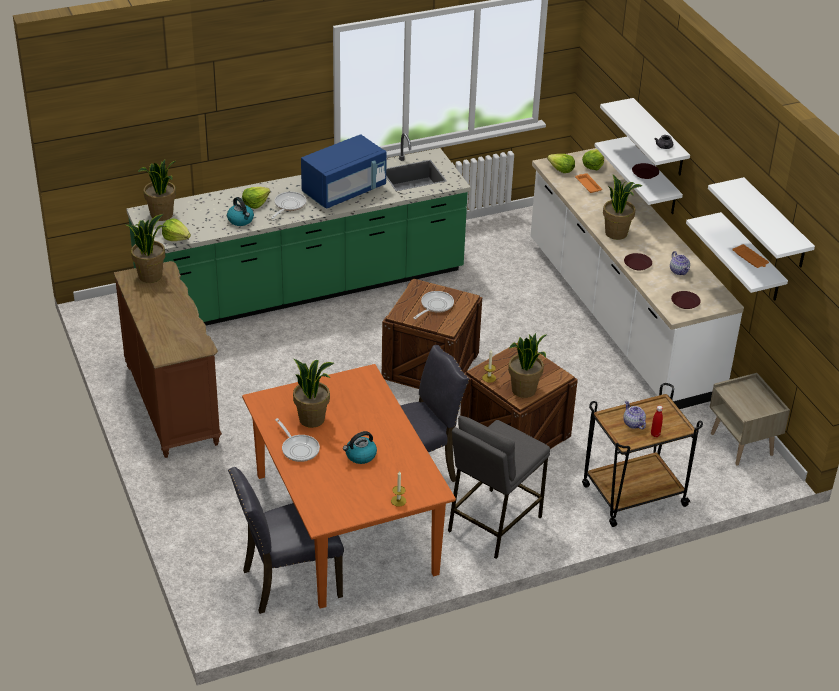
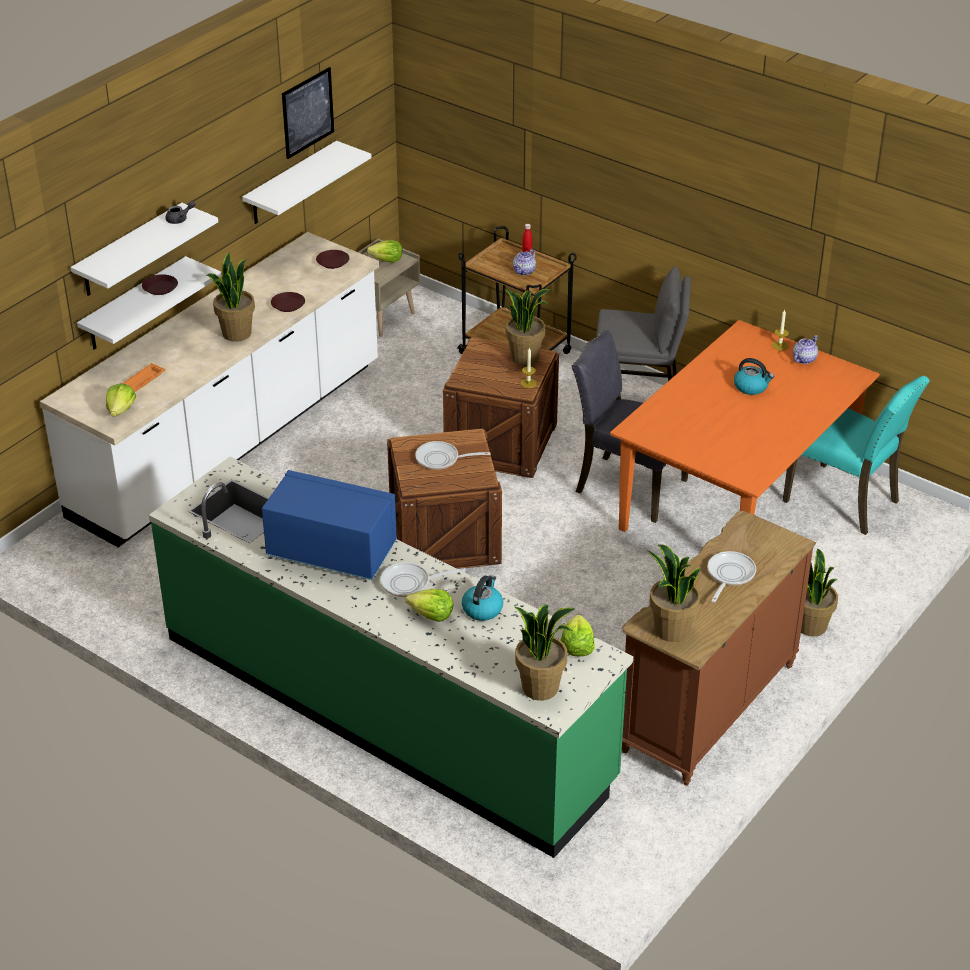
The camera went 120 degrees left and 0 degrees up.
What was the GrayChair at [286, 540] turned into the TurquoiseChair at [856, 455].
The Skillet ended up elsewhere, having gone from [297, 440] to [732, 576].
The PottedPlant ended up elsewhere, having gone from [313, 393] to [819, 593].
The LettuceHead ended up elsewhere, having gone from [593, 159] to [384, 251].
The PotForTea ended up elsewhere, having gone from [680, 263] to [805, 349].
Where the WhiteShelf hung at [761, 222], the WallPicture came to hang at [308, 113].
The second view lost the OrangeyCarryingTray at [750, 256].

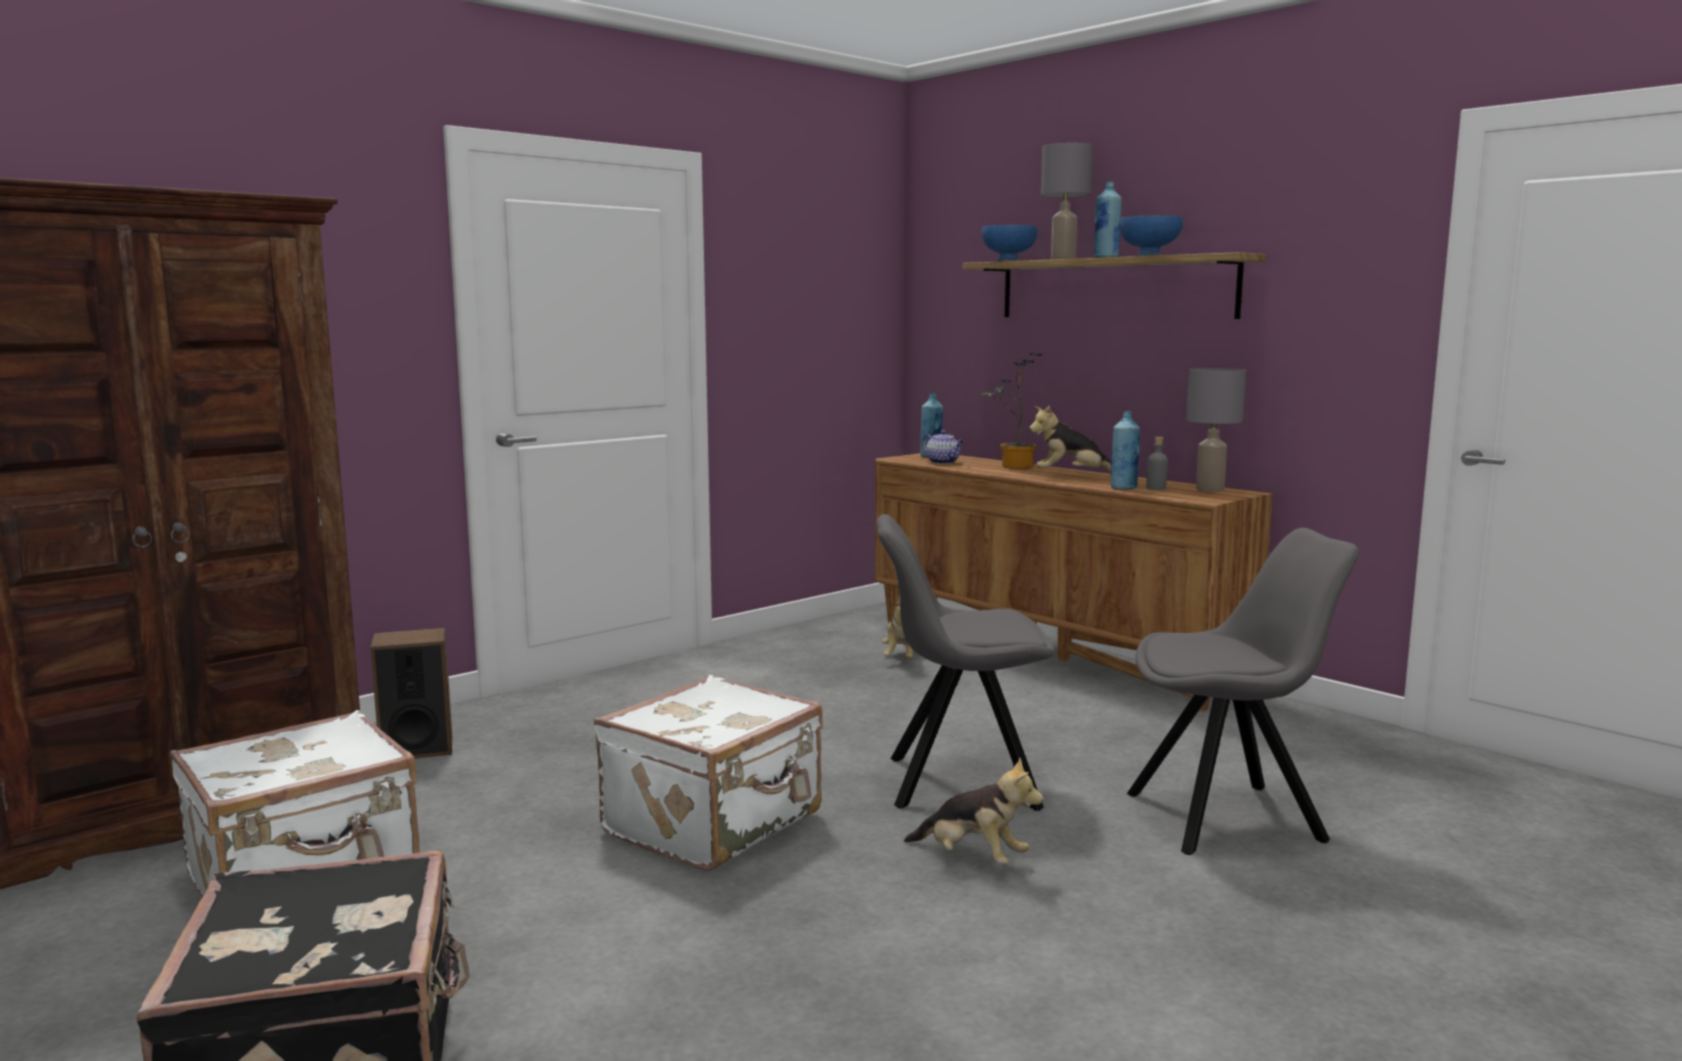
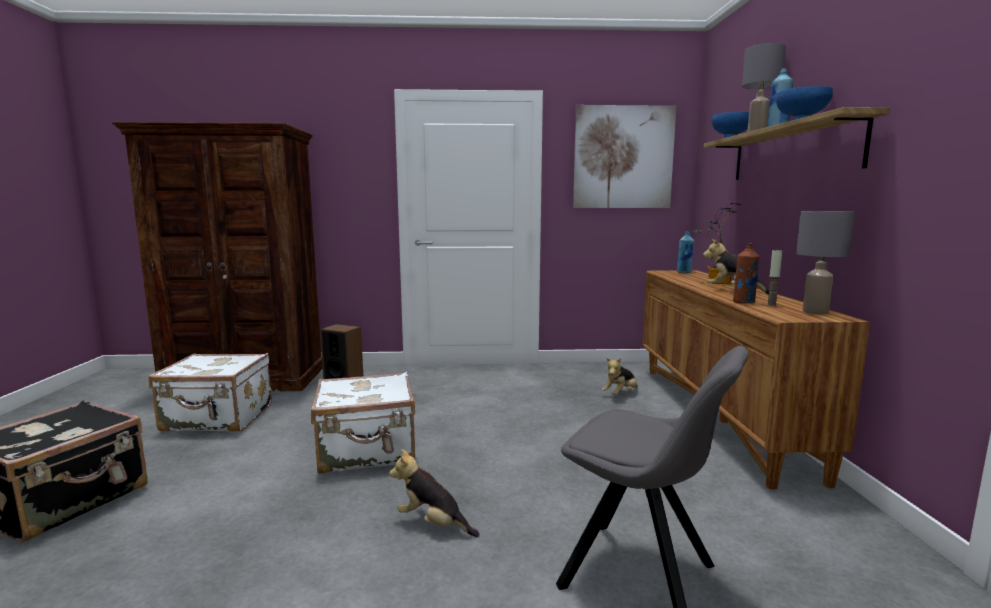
The camera went 40 degrees right and 0 degrees up.
The second view lost the GrayChair at [966, 662].
The SoftToy at [973, 810] ended up facing another way, 135 degrees clockwise from before.
The second view lost the PotForTea at [943, 447].
What was the BlueBeverageBottle at [1125, 450] turned into the BrownishBeverageBottle at [746, 273].
Where the GrayBeverageBottle stood at [1157, 463], the WaxLight came to stand at [774, 278].
The second view gained the WallPicture at [624, 156].

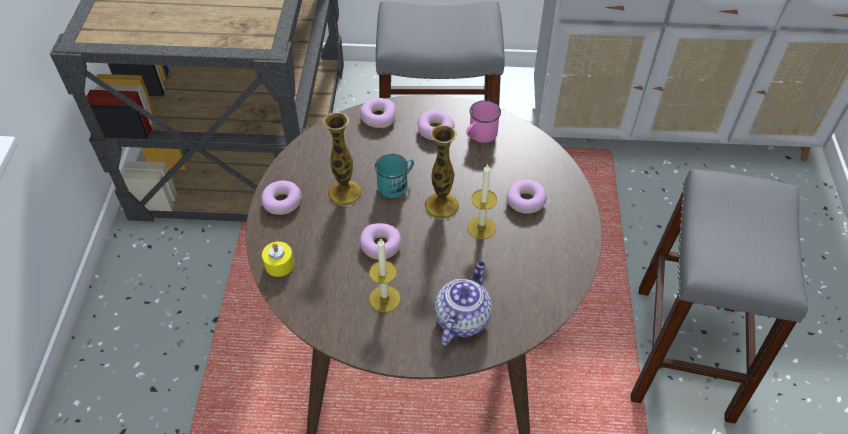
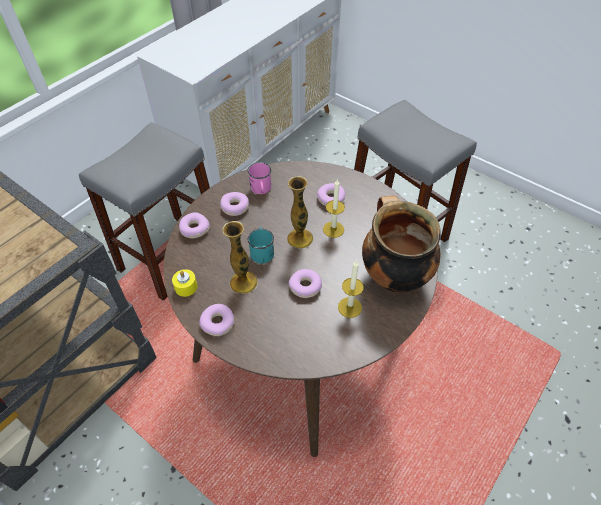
The camera went 55 degrees left and 0 degrees up.
The YellowWaxLight ended up elsewhere, having gone from [278, 259] to [185, 283].
Where the PotForTea stood at [463, 303], the Stockpot came to stand at [401, 244].

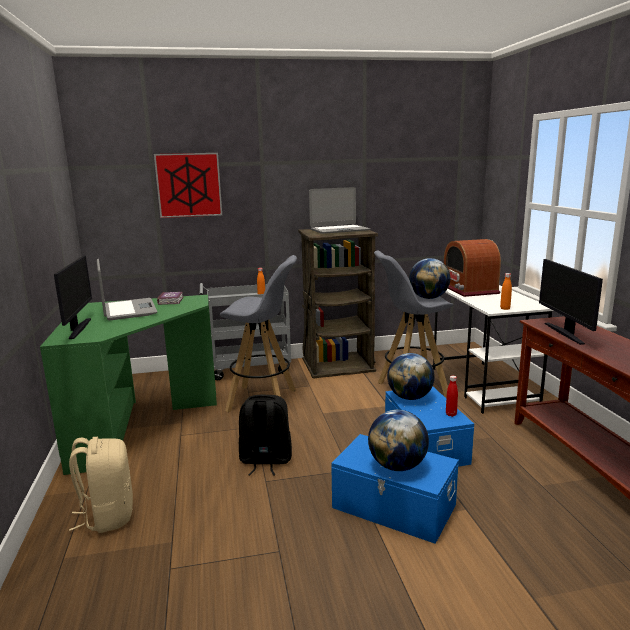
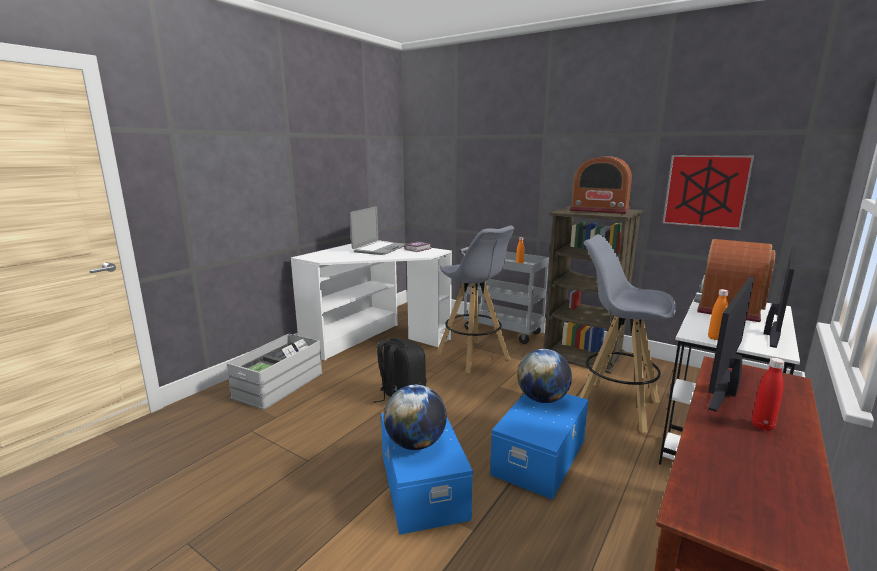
The camera went 45 degrees right and 0 degrees up.
What was the GreenishDeskUnit at [128, 385] turned into the WhiteDeskUnit at [371, 300].
The ComputerScreen ended up elsewhere, having gone from [73, 297] to [779, 297].
Where the SandColouredKnapsack stood at [101, 485], the GrayStorageBin came to stand at [274, 371].
The WallPicture ended up elsewhere, having gone from [188, 185] to [708, 192].
Where the NotebookComputer stood at [340, 210], the Radio came to stand at [601, 185].
The second view lost the WorldGlobe at [429, 278].
The ReddishBeverageBottle ended up elsewhere, having gone from [452, 396] to [768, 394].

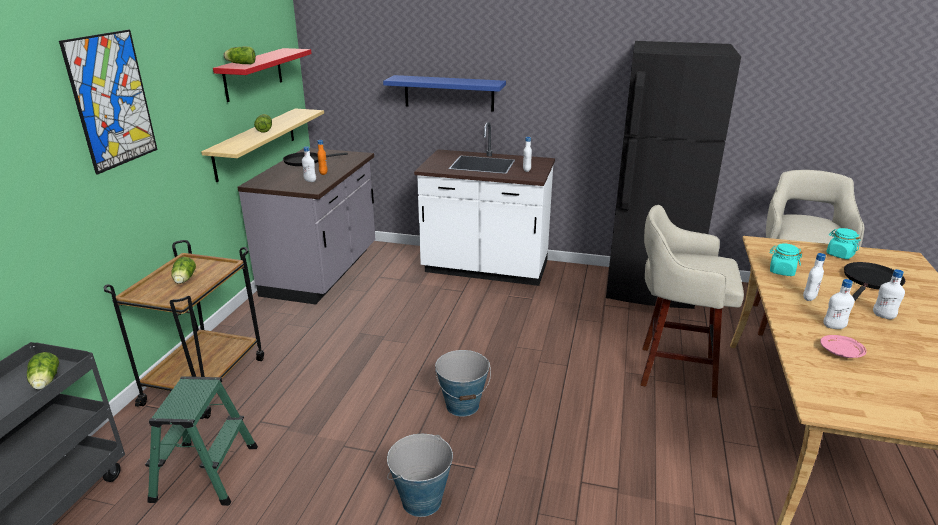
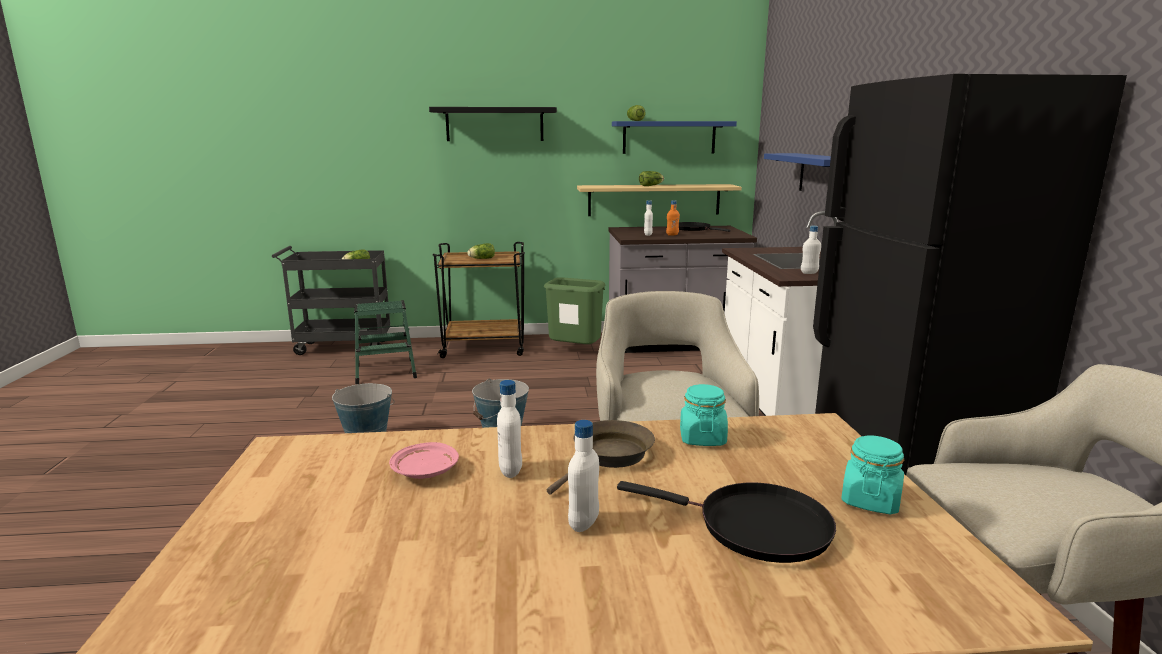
The camera went 70 degrees right and 10 degrees down.
Where the WallPicture hung at [108, 102], the BlackShelf came to hang at [493, 124].
What was the ReddishShelf at [262, 75] turned into the BlueShelf at [674, 137].
Where the WhiteBeverageBottle stood at [814, 277], the BrownishSkillet came to stand at [601, 457].
The second view gained the GreenishRubbishBin at [575, 310].

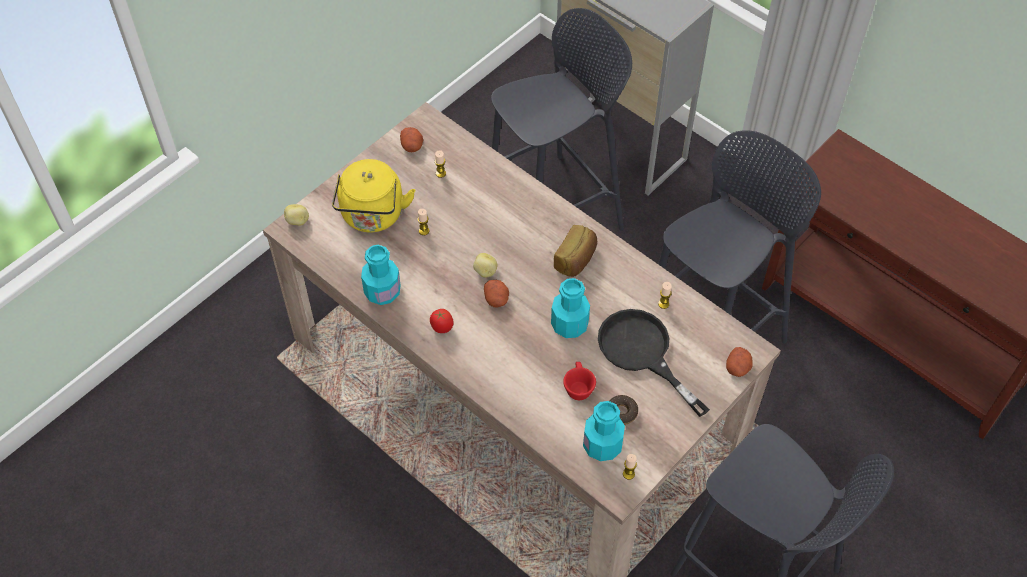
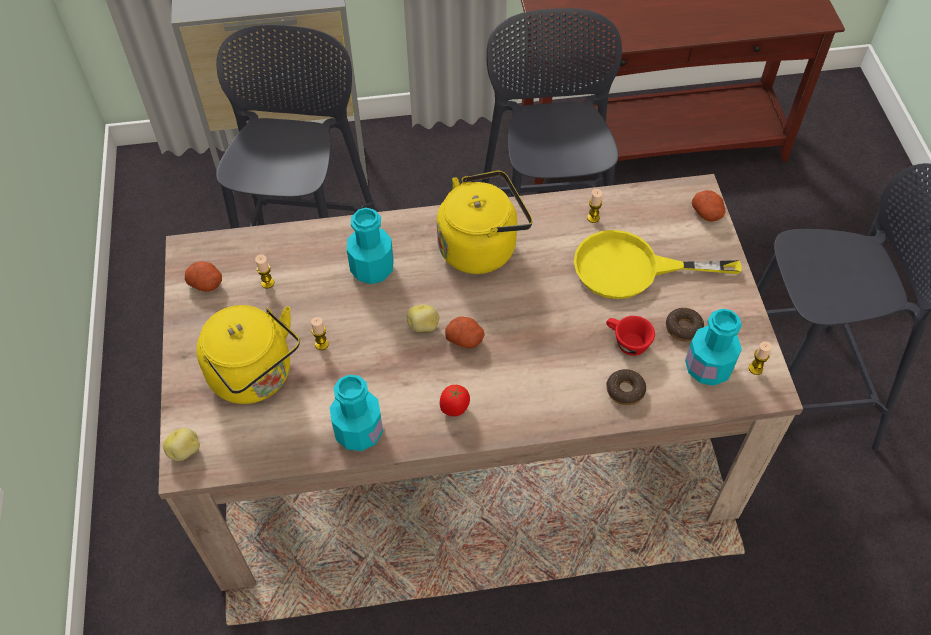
The camera went 50 degrees left and 0 degrees up.
The TurquoiseBeverageBottle ended up elsewhere, having gone from [570, 308] to [370, 246].
Where the Bread stood at [575, 251], the YellowKettle came to stand at [485, 222].
What was the BlackSkillet at [654, 363] turned into the YellowSkillet at [658, 264].
The second view gained the RingDoughnut at [626, 387].

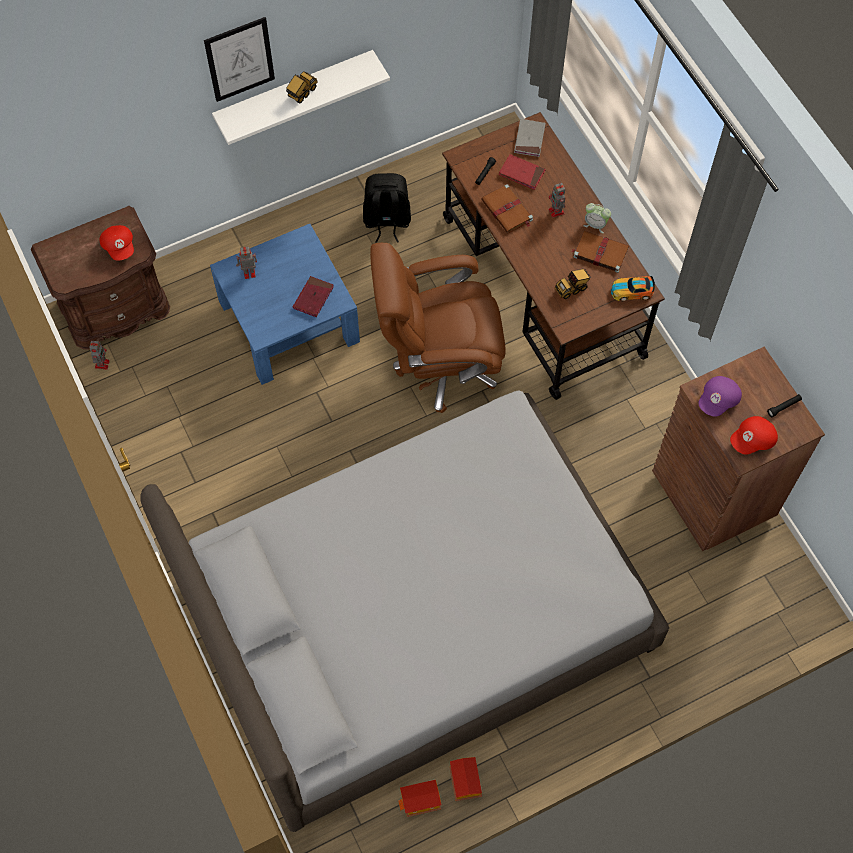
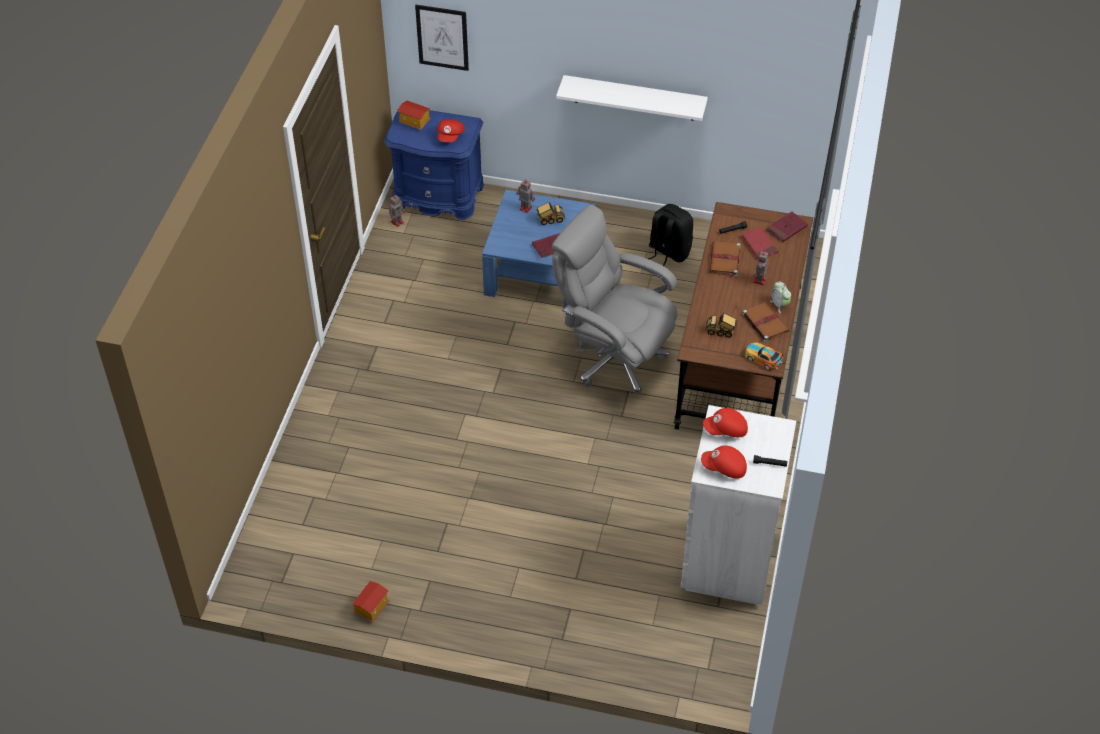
The camera went 40 degrees right and 15 degrees down.
What was the BrownishNightTable at [100, 278] turned into the BlueNightTable at [434, 164].
The second view lost the GrayBed at [405, 611].
The WallPicture ended up elsewhere, having gone from [239, 59] to [442, 38].
The ToyTruck ended up elsewhere, having gone from [301, 87] to [550, 213].
What was the BrownishDeskChair at [438, 328] turned into the GrayDeskChair at [614, 299].
The ToyHouse ended up elsewhere, having gone from [419, 798] to [414, 115].
What was the GrayBoundBook at [530, 138] turned into the ReddishBoundBook at [787, 226].
What was the BrownishDresser at [738, 449] turned into the WhiteDresser at [738, 505].
What was the PurpleCap at [720, 396] turned into the ReddishCap at [725, 422].

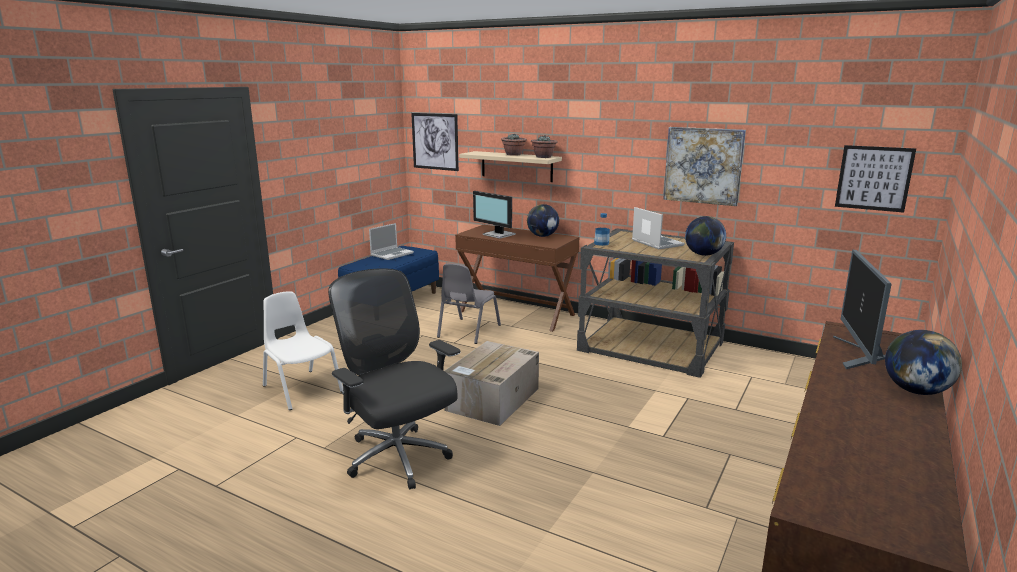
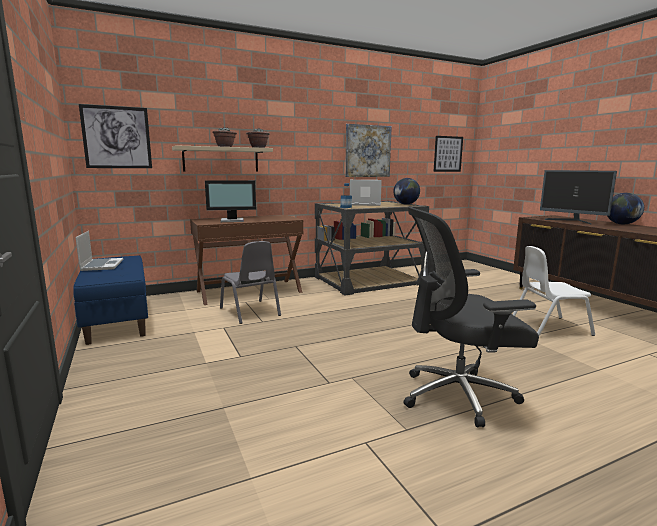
The camera went 55 degrees left and 5 degrees down.
The WhiteChair ended up elsewhere, having gone from [303, 350] to [553, 291].
The second view lost the CardboardBox at [491, 383].
The second view lost the WorldGlobe at [543, 220].

